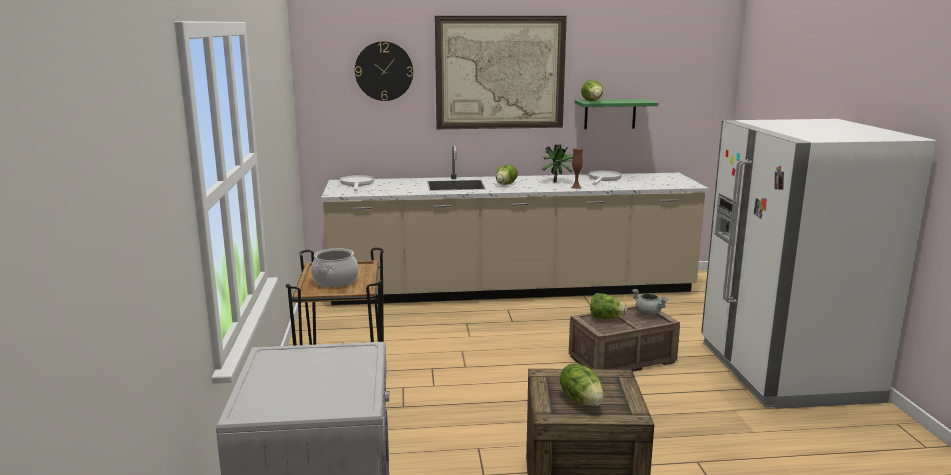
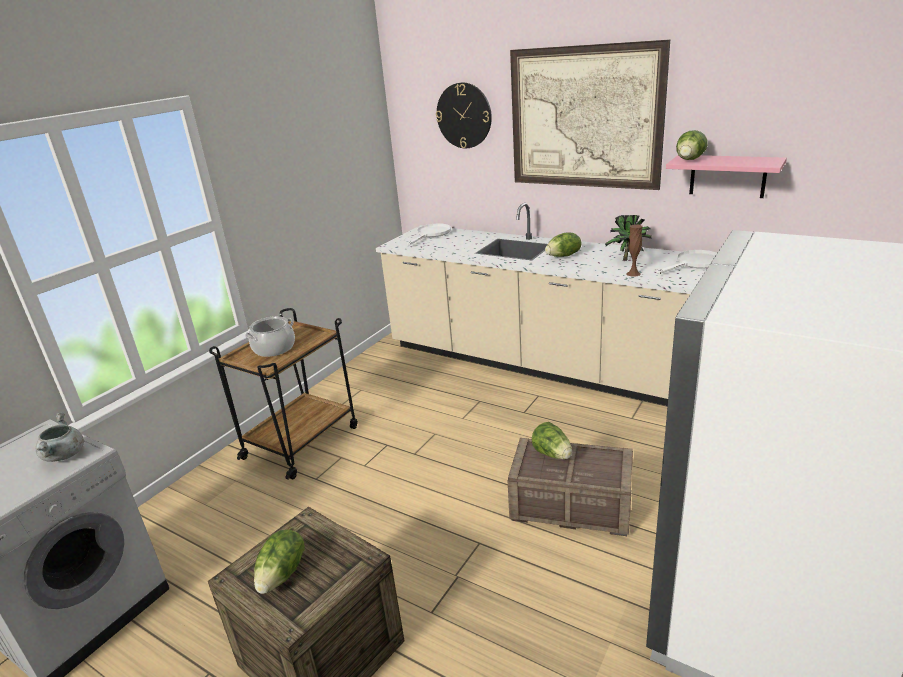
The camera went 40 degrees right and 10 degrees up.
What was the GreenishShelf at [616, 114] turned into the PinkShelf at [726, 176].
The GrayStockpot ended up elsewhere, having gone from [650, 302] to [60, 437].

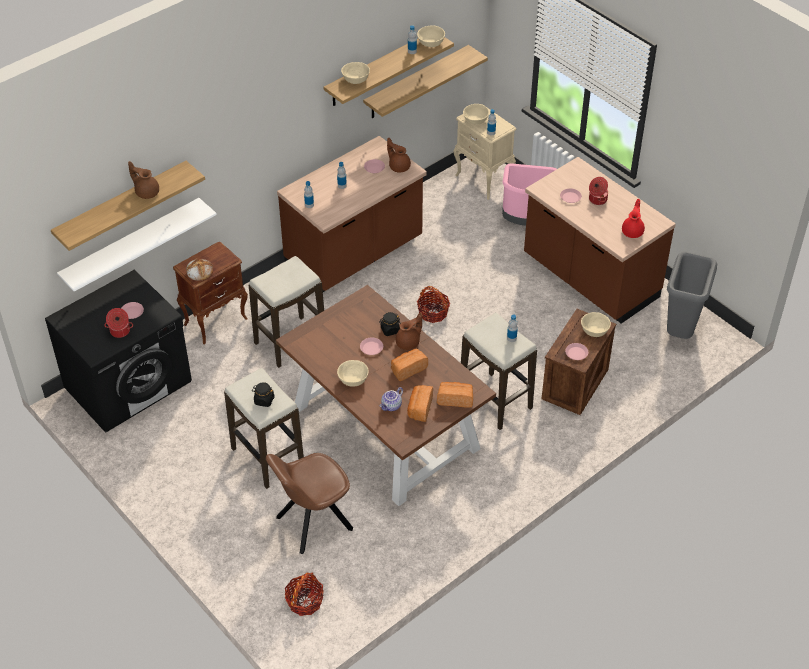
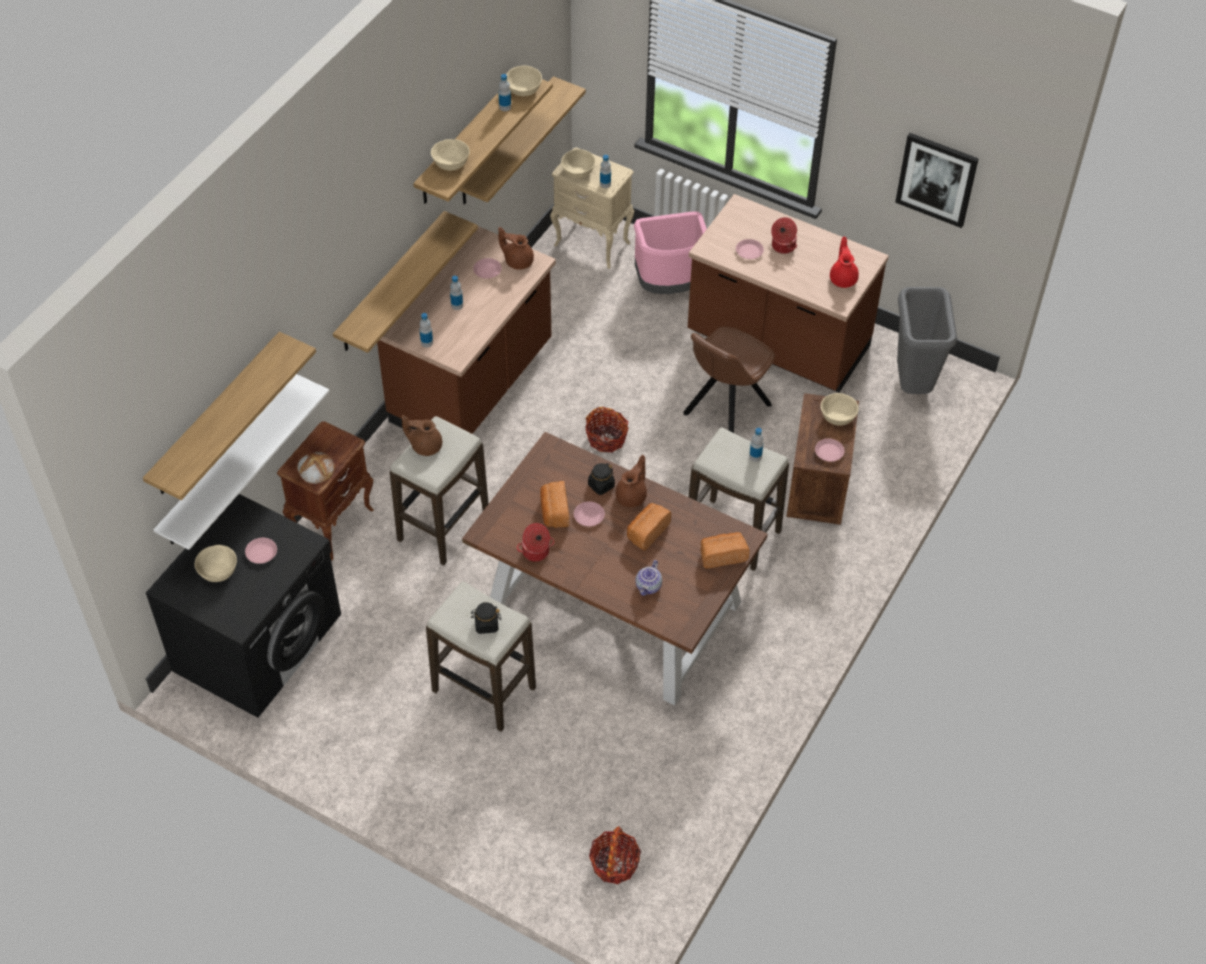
The camera went 20 degrees left and 5 degrees up.
The Stockpot ended up elsewhere, having gone from [118, 323] to [536, 542].
The BrownishPotForTea ended up elsewhere, having gone from [143, 180] to [421, 435].
The BrownishChair ended up elsewhere, having gone from [309, 503] to [729, 380].
The SandColouredServingBowl ended up elsewhere, having gone from [353, 373] to [215, 563].
The Bread ended up elsewhere, having gone from [420, 403] to [554, 504].
The second view gained the Shelf at [405, 282].
The second view gained the WallPicture at [937, 180].

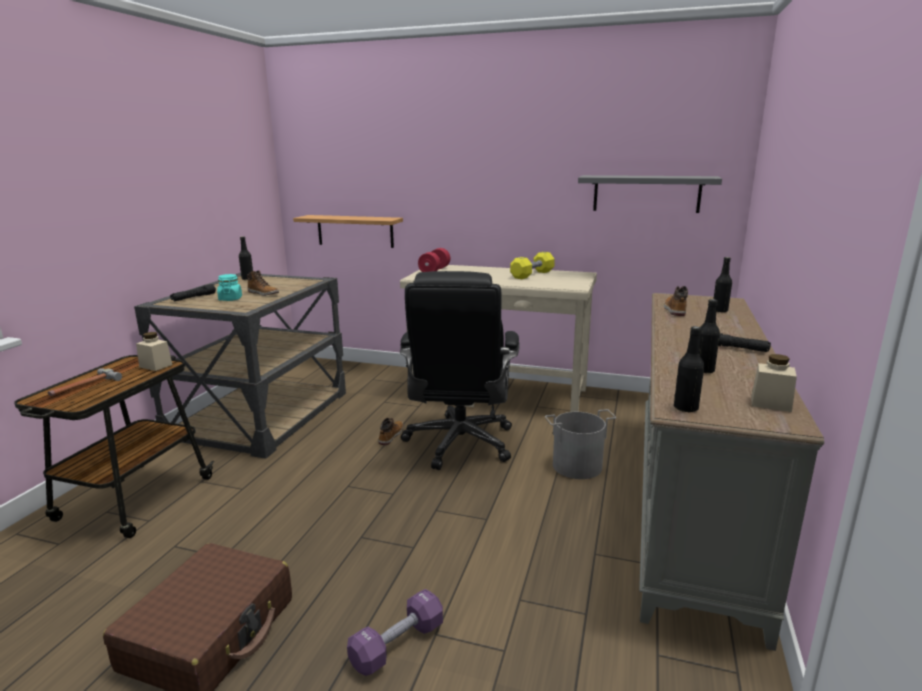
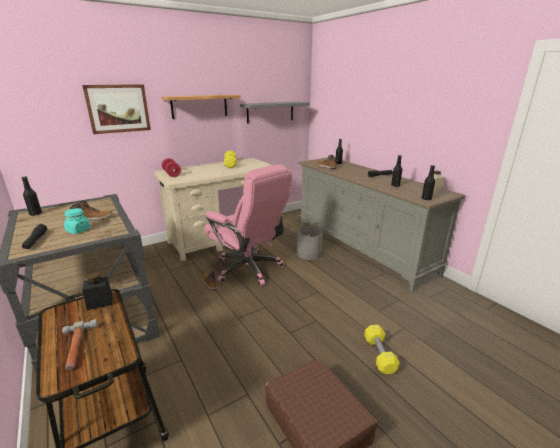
The camera went 50 degrees left and 5 degrees up.
What was the SandColouredPreserveJar at [154, 351] turned into the BlackPreserveJar at [97, 291].
The Shelf ended up elsewhere, having gone from [348, 231] to [201, 107].
What was the PurpleHandWeight at [395, 632] turned into the YellowHandWeight at [382, 349].
What was the BlackDeskChair at [460, 370] turned into the PinkDeskChair at [248, 225].
The second view gained the WallPicture at [116, 109].

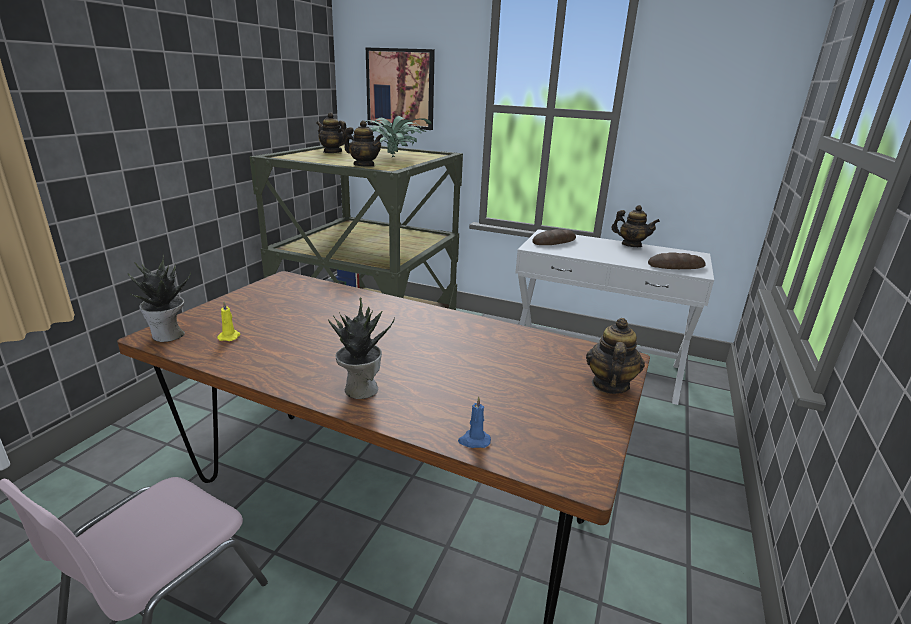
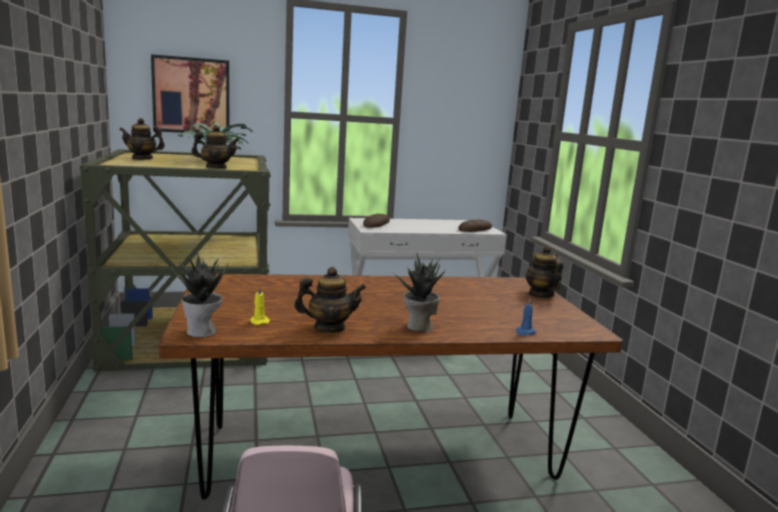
The camera went 35 degrees left and 10 degrees down.
The PotForTea ended up elsewhere, having gone from [635, 226] to [330, 300].

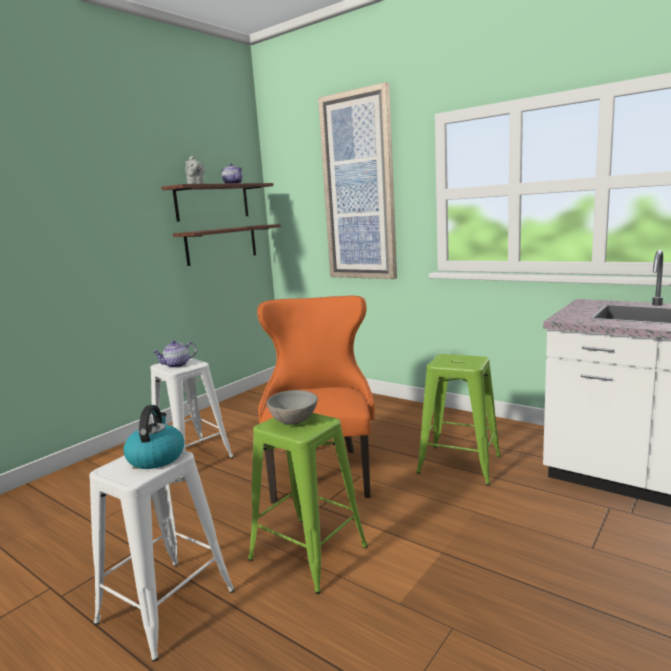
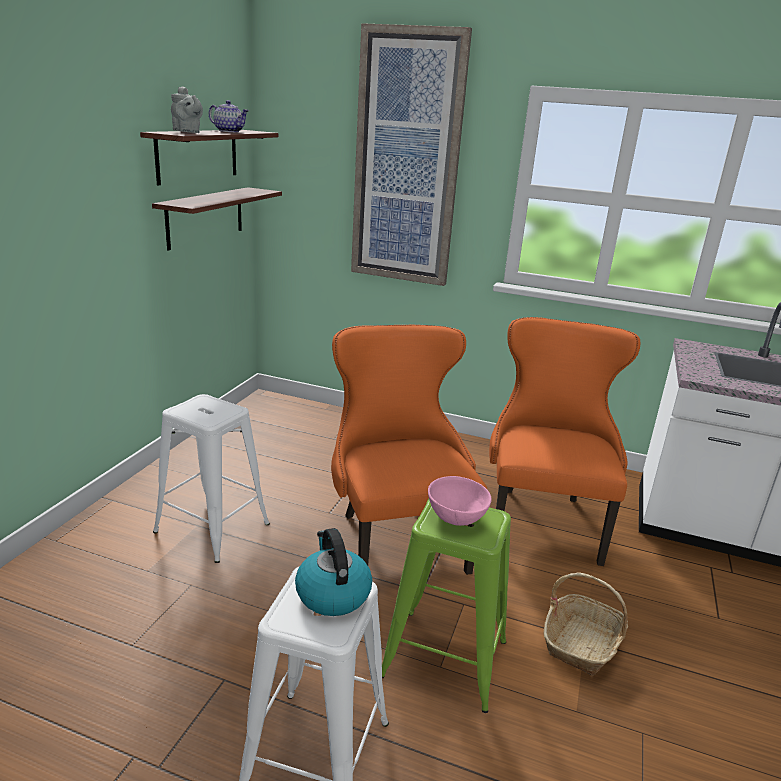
The camera went 20 degrees left and 10 degrees up.
The second view lost the PotForTea at [174, 354].
What was the GrayServingBowl at [292, 407] turned into the PinkServingBowl at [460, 501].
Where the GreenishSittingStool stood at [458, 419], the OrangeyChair came to stand at [564, 441].
The second view gained the Basket at [586, 624].

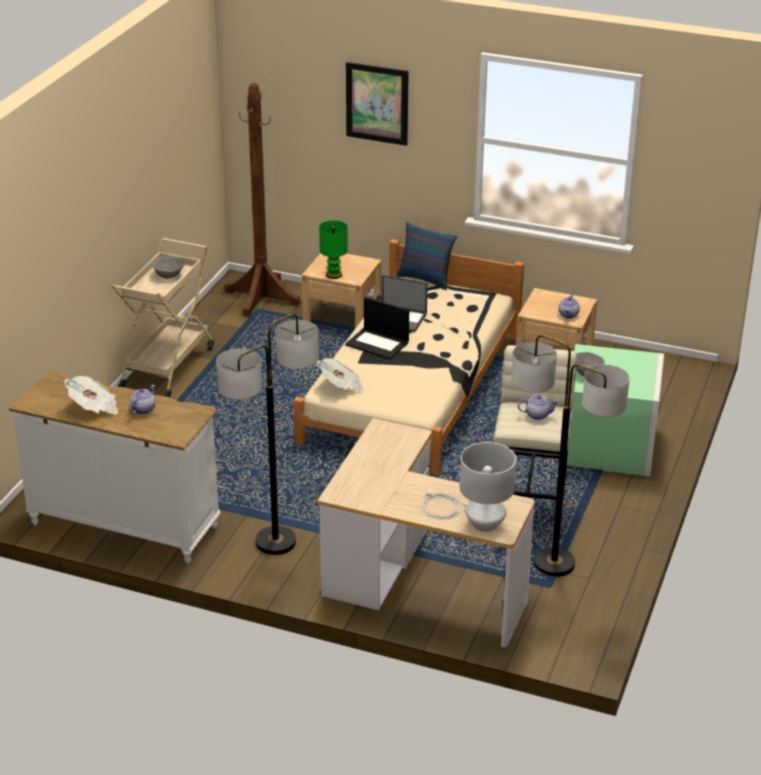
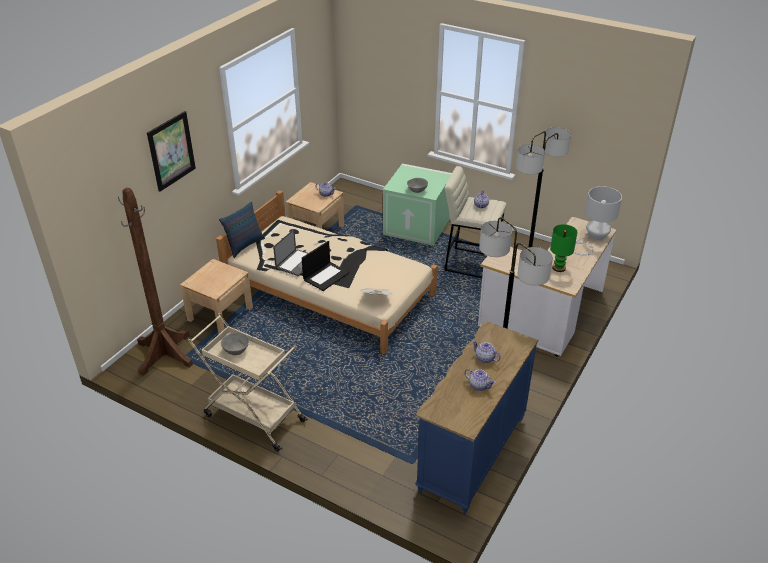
The camera went 80 degrees left and 5 degrees up.
What was the WhiteDresser at [115, 468] turned into the BlueDresser at [476, 418].
Where the DailyPaper stood at [91, 395], the PotForTea came to stand at [480, 379].
The GreenishTabletopLamp ended up elsewhere, having gone from [333, 249] to [564, 248].

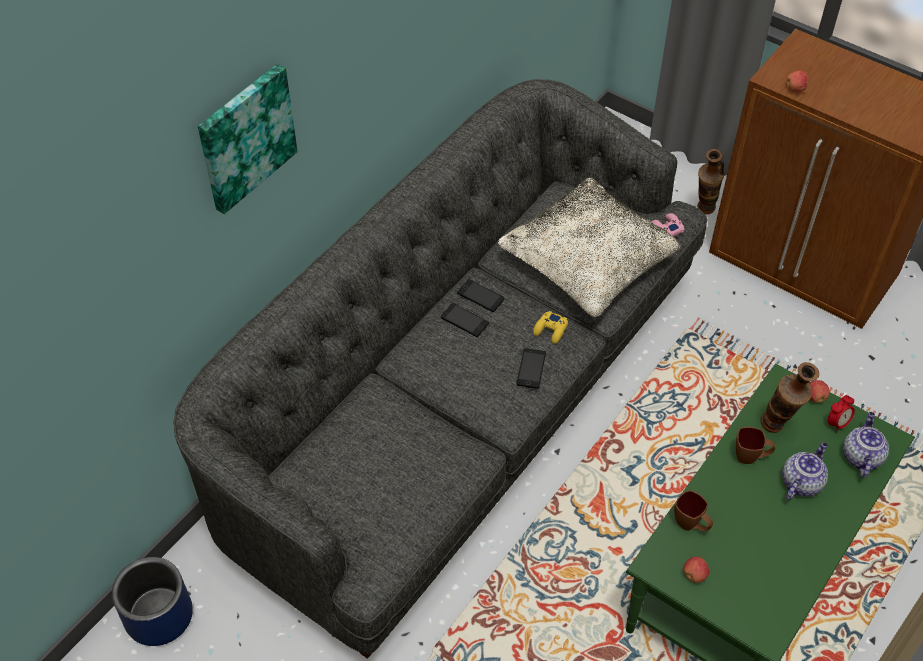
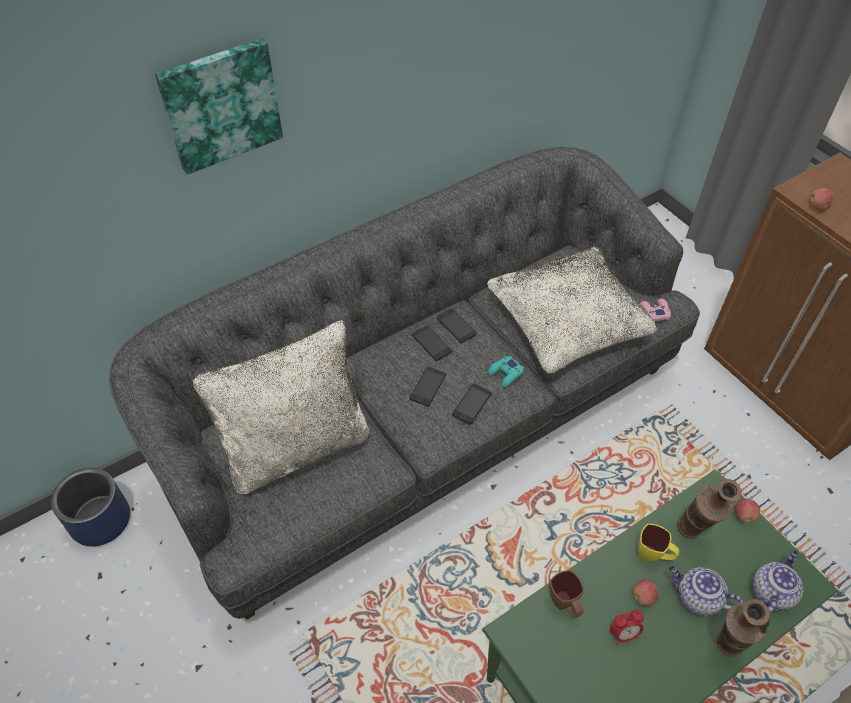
The camera went 20 degrees right and 0 degrees up.
What was the YellowGameController at [550, 327] turned into the TurquoiseGameController at [506, 372].
The AppleFruit ended up elsewhere, having gone from [696, 569] to [645, 592].
The Vase ended up elsewhere, having gone from [711, 181] to [743, 628].
What was the BrownishTeaMug at [755, 445] turned into the YellowTeaMug at [658, 543].
The PotForTea at [805, 471] ended up facing another way, 120 degrees counterclockwise from before.
The AlarmClock ended up elsewhere, having gone from [841, 414] to [627, 627].
The second view gained the SandColouredThrowPillow at [280, 406].
The second view gained the Phone at [427, 386].

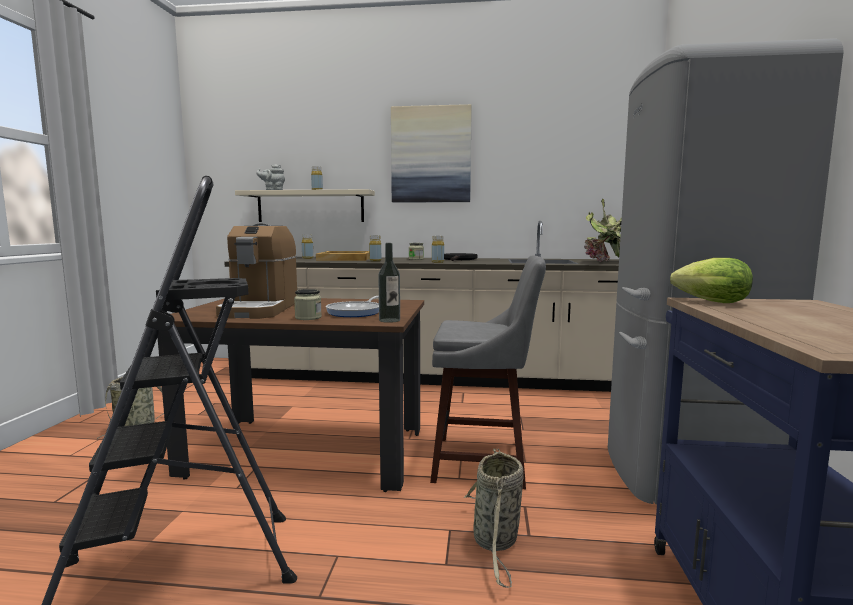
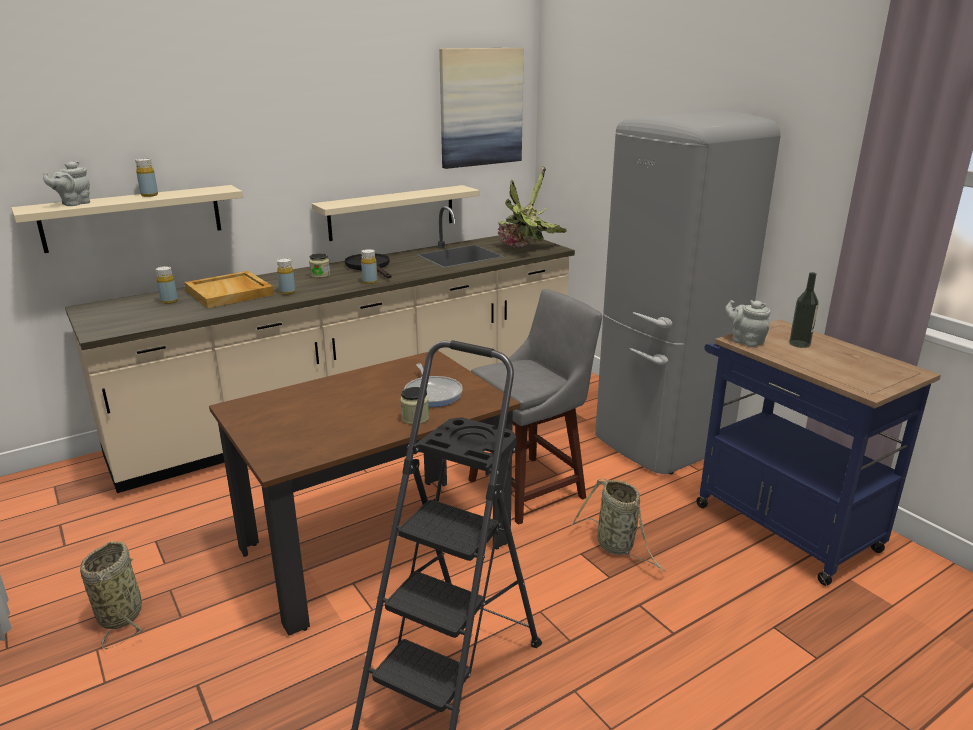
The camera went 40 degrees left and 15 degrees up.
The second view lost the CoffeeBrewer at [256, 271].
The BeverageBottle ended up elsewhere, having gone from [389, 283] to [804, 310].
The WallPicture ended up elsewhere, having gone from [431, 153] to [481, 108].
Where the LettuceHead stood at [711, 280], the GrayPotForTea came to stand at [748, 323].
The second view gained the SandColouredShelf at [395, 213].

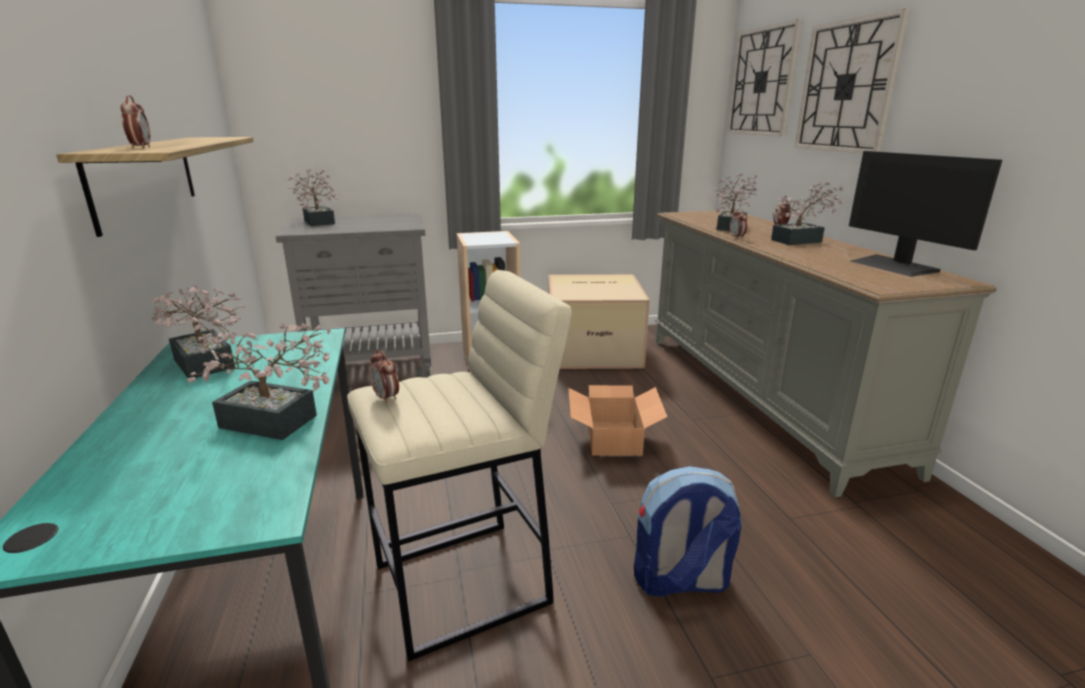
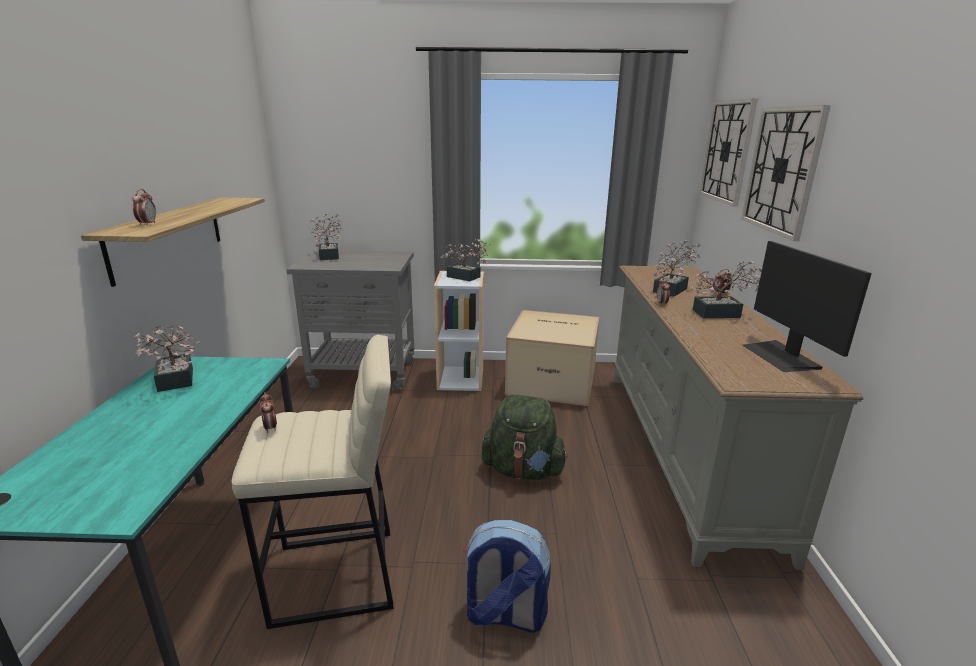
The camera went 15 degrees right and 0 degrees up.
The PottedPlant ended up elsewhere, having gone from [259, 381] to [465, 260].
Where the CardboardBox stood at [617, 420], the GreenishKnapsack came to stand at [525, 437].

